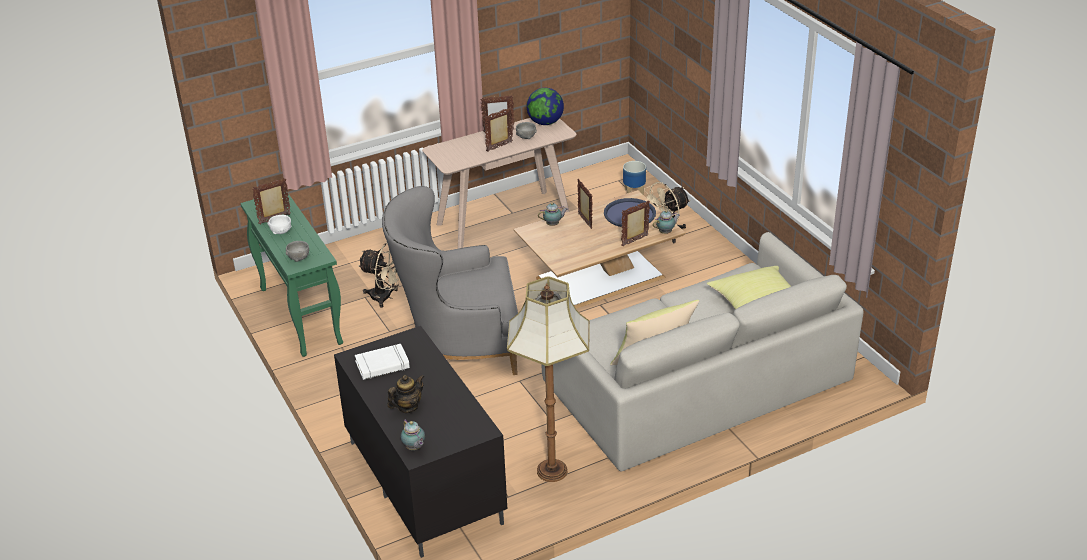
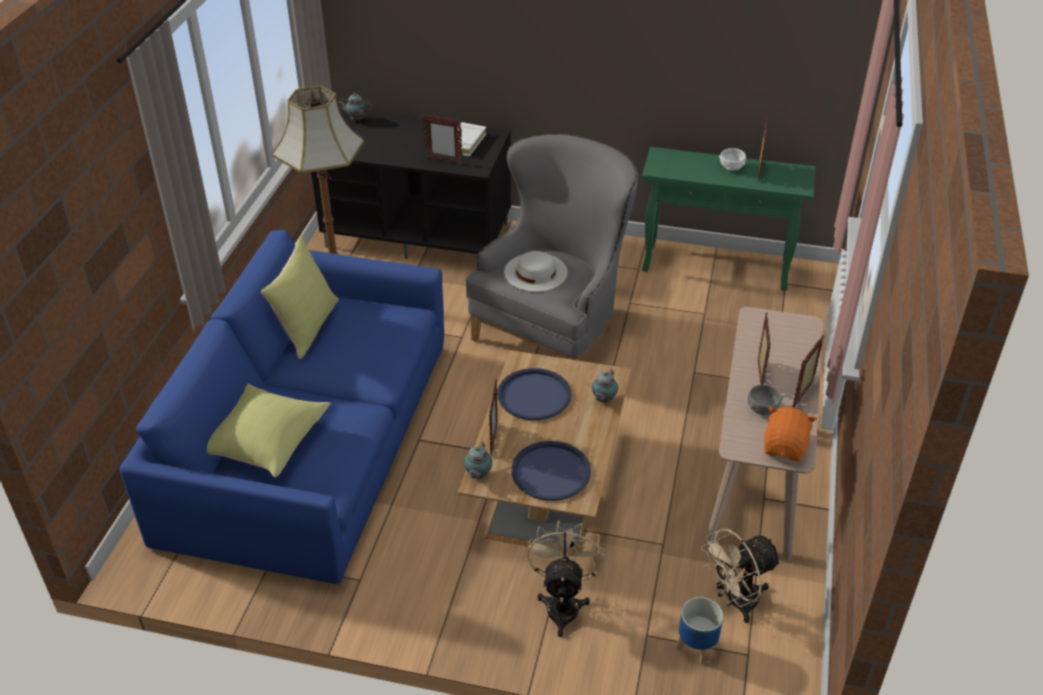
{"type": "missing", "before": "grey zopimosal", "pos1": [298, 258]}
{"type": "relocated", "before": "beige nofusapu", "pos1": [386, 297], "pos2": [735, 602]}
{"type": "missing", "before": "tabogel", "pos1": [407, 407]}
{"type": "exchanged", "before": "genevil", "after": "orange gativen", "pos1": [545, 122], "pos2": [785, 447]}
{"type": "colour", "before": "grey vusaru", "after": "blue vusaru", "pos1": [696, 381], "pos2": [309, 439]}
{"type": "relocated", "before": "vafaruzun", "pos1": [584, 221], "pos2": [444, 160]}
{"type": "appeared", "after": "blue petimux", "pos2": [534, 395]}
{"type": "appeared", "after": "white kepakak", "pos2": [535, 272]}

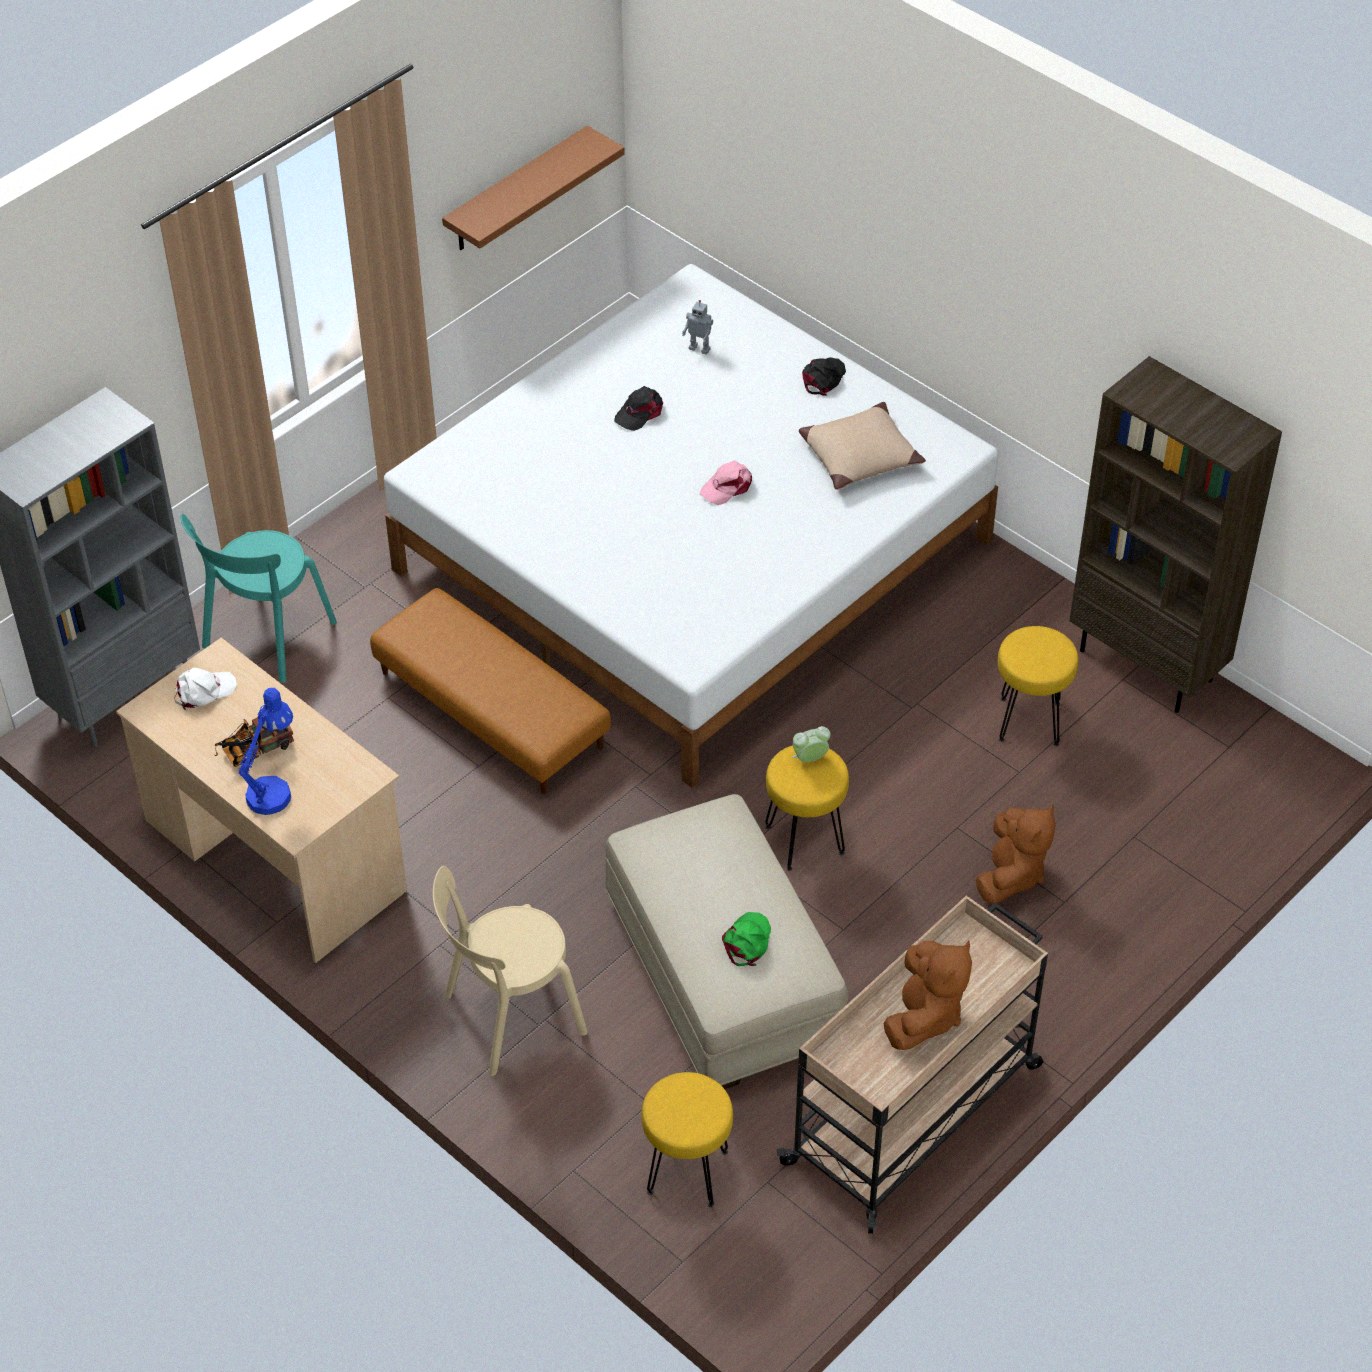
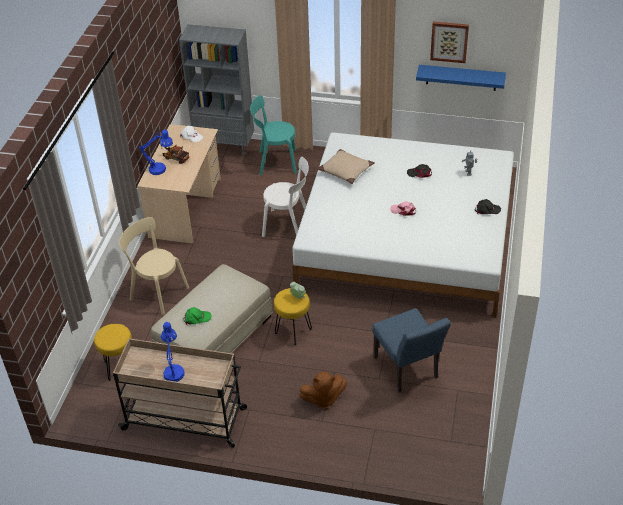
{"type": "exchanged", "before": "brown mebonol", "after": "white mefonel", "pos1": [492, 709], "pos2": [288, 225]}
{"type": "colour", "before": "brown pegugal", "after": "blue pegugal", "pos1": [517, 191], "pos2": [461, 77]}
{"type": "relocated", "before": "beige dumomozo", "pos1": [859, 456], "pos2": [346, 171]}
{"type": "exchanged", "before": "brown gativen", "after": "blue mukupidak", "pos1": [924, 1016], "pos2": [174, 370]}
{"type": "exchanged", "before": "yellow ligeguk", "after": "blue mefonel", "pos1": [1030, 722], "pos2": [408, 371]}
{"type": "missing", "before": "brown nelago", "pos1": [1147, 665]}
{"type": "appeared", "after": "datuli", "pos2": [449, 41]}

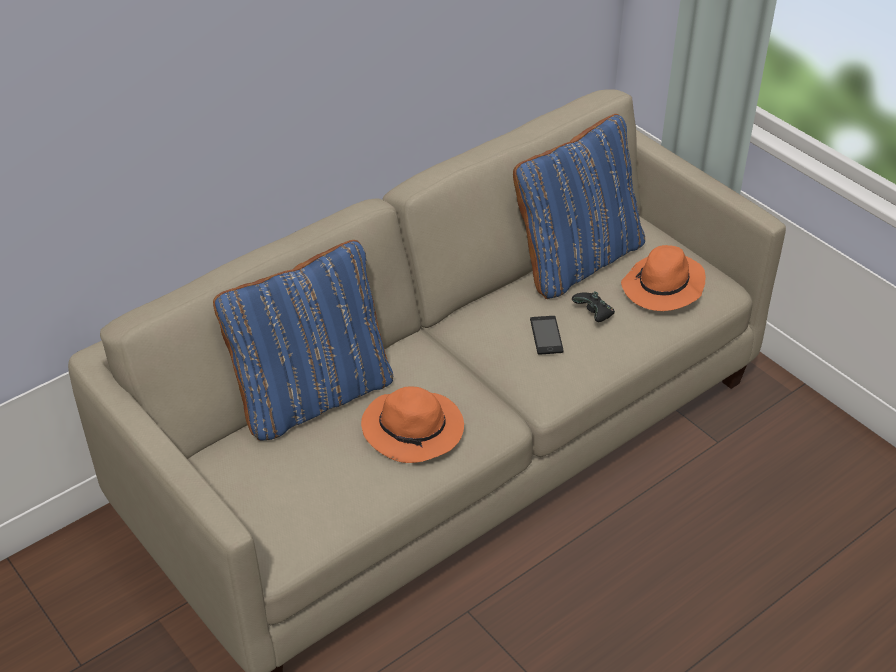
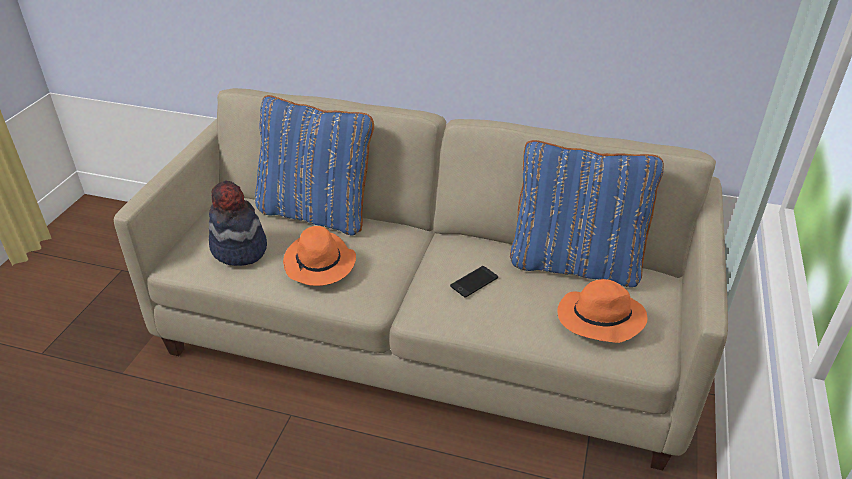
{"type": "missing", "before": "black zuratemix", "pos1": [594, 315]}
{"type": "appeared", "after": "kepakak", "pos2": [239, 249]}

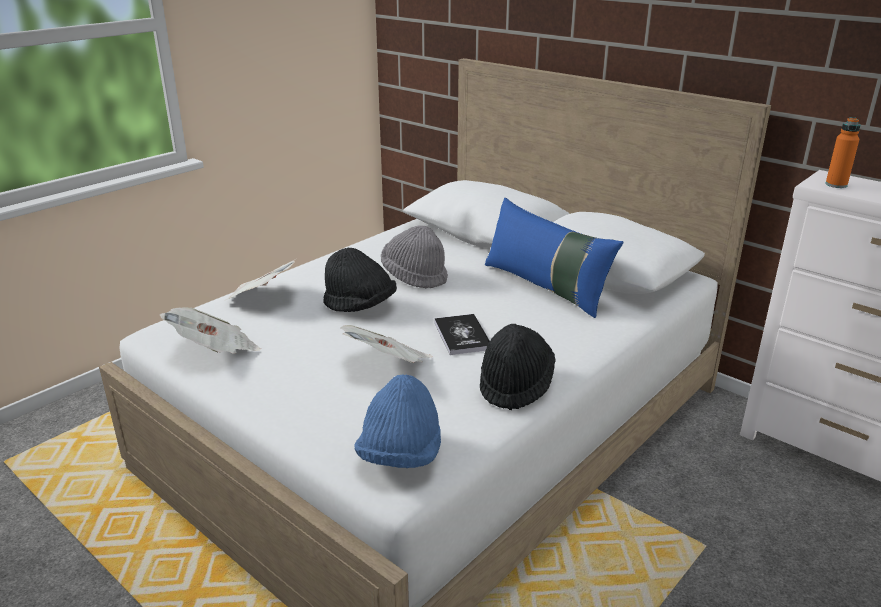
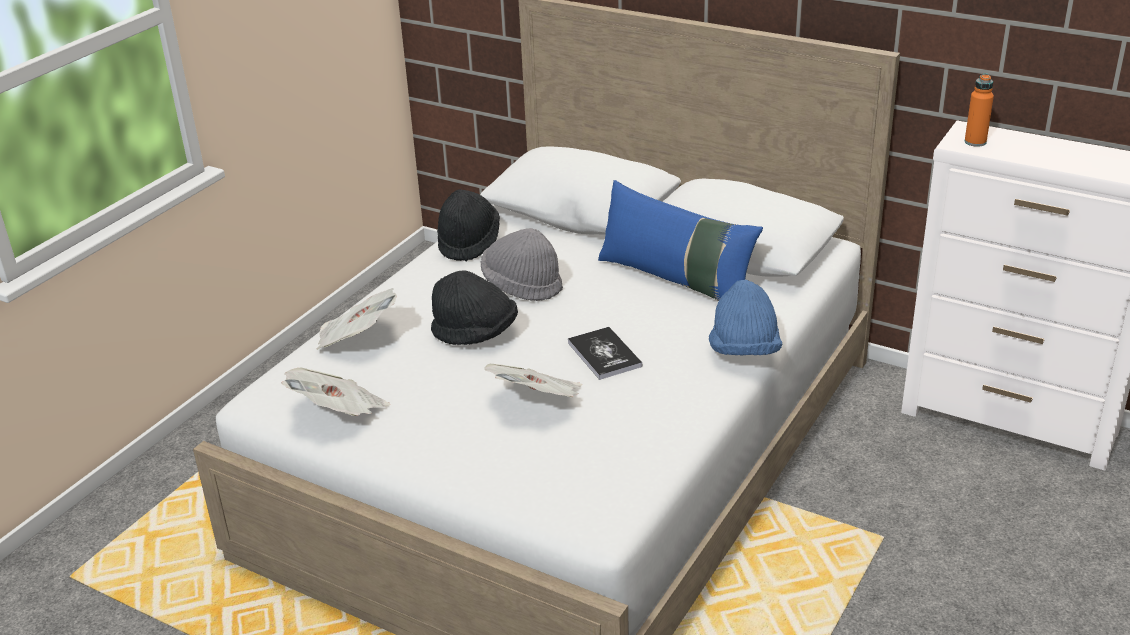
{"type": "relocated", "before": "blue kepakak", "pos1": [400, 456], "pos2": [744, 351]}
{"type": "relocated", "before": "black kepakak", "pos1": [515, 385], "pos2": [468, 242]}

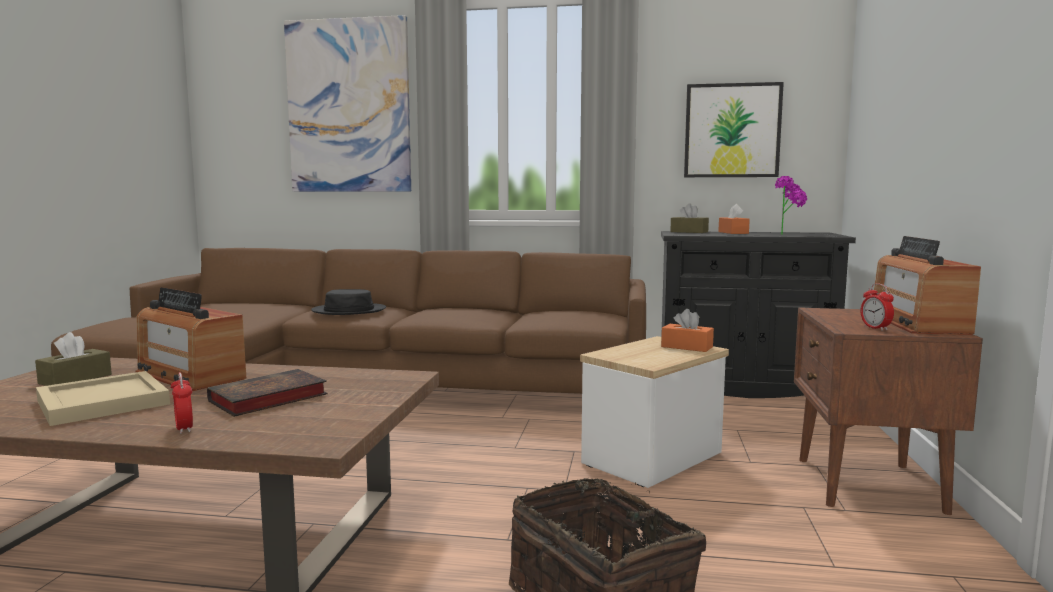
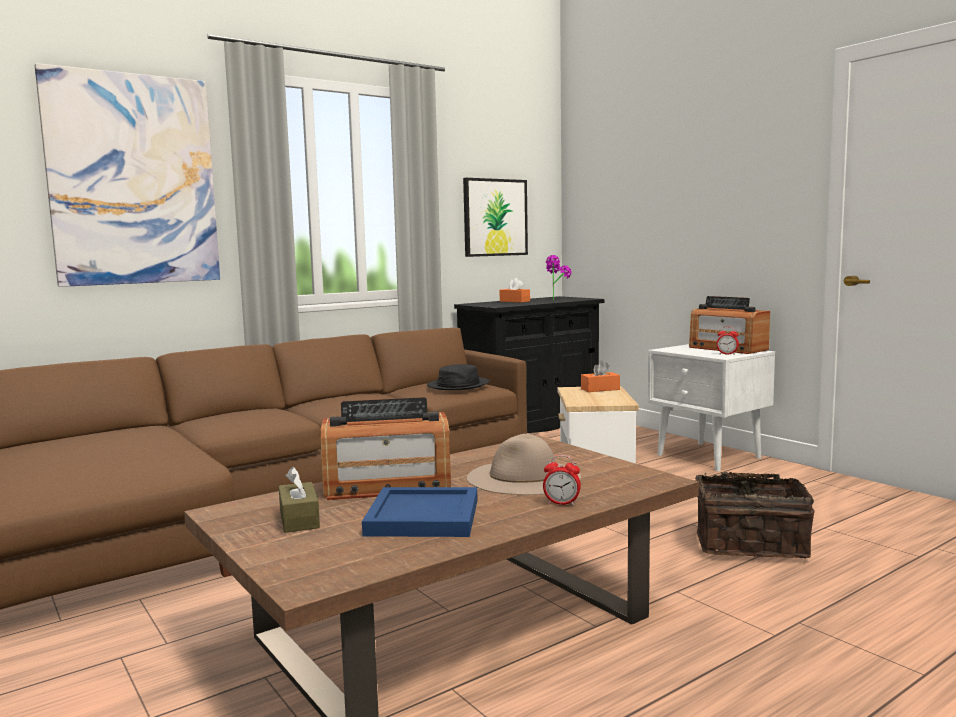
{"type": "colour", "before": "beige petimux", "after": "blue petimux", "pos1": [101, 403], "pos2": [424, 517]}
{"type": "exchanged", "before": "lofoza", "after": "beige kepakak", "pos1": [266, 399], "pos2": [523, 477]}
{"type": "relocated", "before": "black kepakak", "pos1": [349, 310], "pos2": [458, 385]}
{"type": "missing", "before": "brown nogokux", "pos1": [689, 232]}
{"type": "colour", "before": "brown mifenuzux", "after": "white mifenuzux", "pos1": [867, 485], "pos2": [709, 456]}

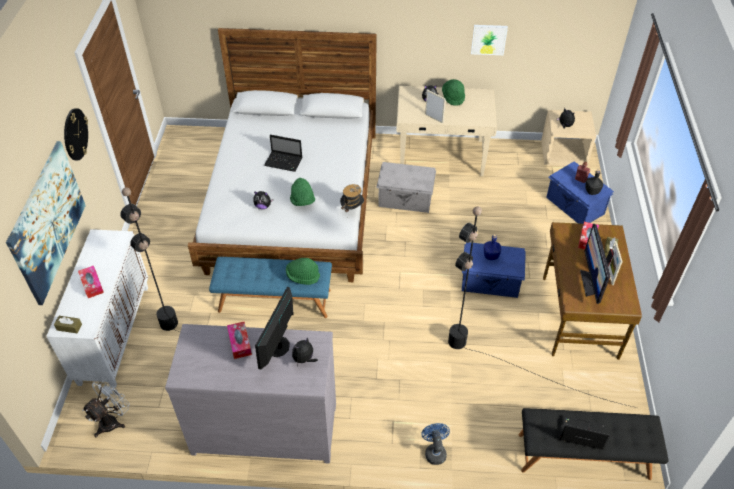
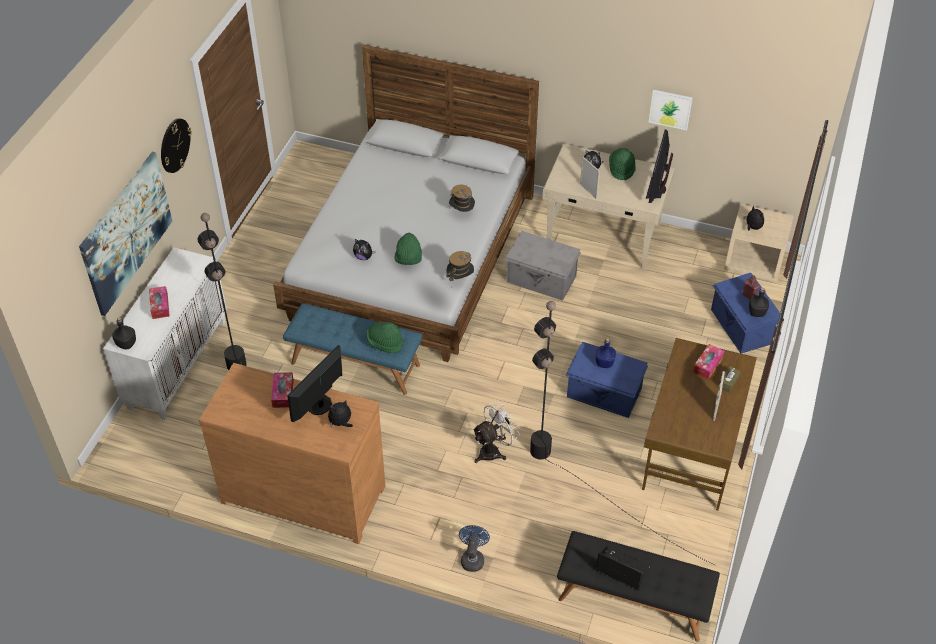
{"type": "exchanged", "before": "brown nogokux", "after": "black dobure", "pos1": [69, 327], "pos2": [127, 344]}
{"type": "relocated", "before": "white nofusapu", "pos1": [113, 420], "pos2": [493, 450]}
{"type": "colour", "before": "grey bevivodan", "after": "brown bevivodan", "pos1": [265, 425], "pos2": [304, 491]}
{"type": "missing", "before": "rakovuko", "pos1": [284, 162]}
{"type": "relocated", "before": "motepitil", "pos1": [591, 283], "pos2": [656, 189]}
{"type": "appeared", "after": "kepakak", "pos2": [461, 212]}

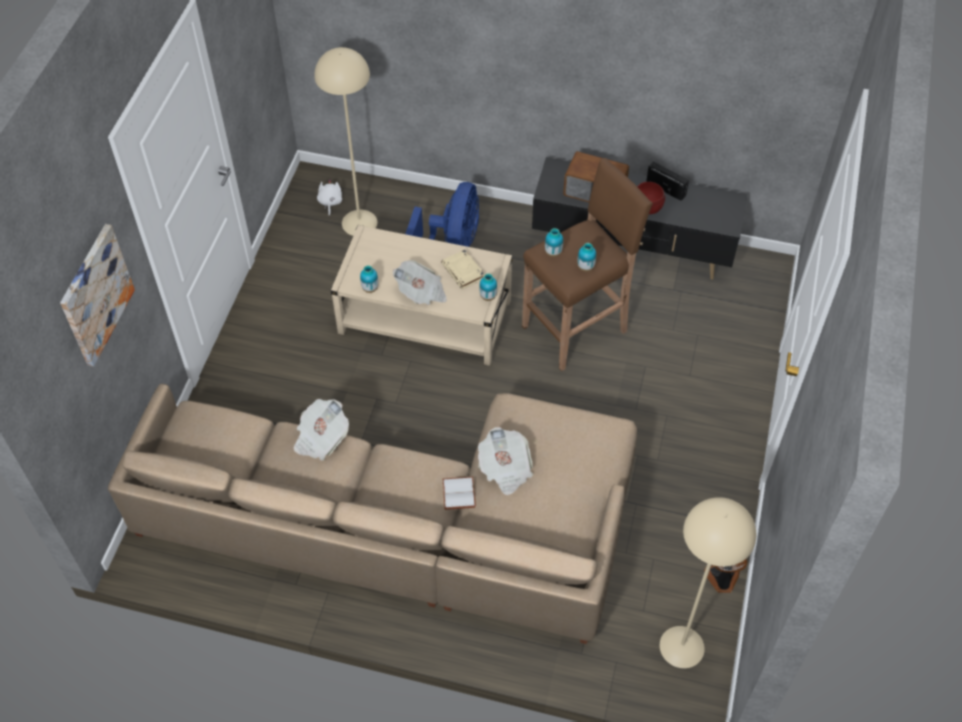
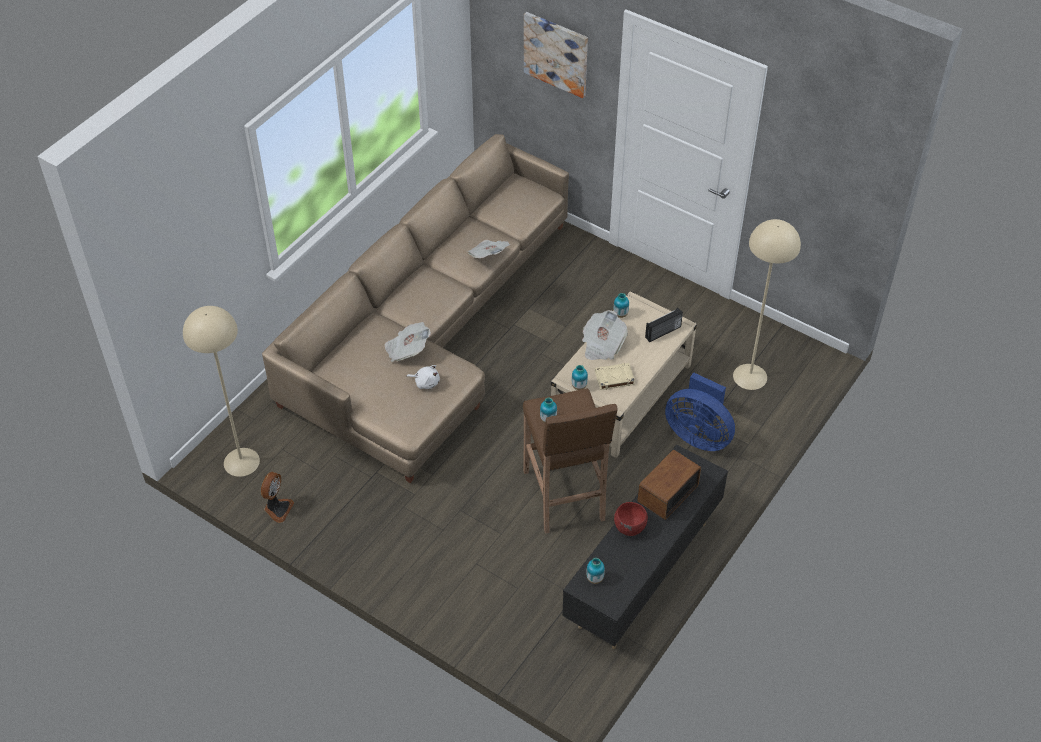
{"type": "relocated", "before": "white gativen", "pos1": [330, 202], "pos2": [426, 382]}
{"type": "missing", "before": "white lofoza", "pos1": [460, 494]}
{"type": "relocated", "before": "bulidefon", "pos1": [553, 253], "pos2": [595, 579]}
{"type": "relocated", "before": "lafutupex", "pos1": [666, 189], "pos2": [663, 332]}

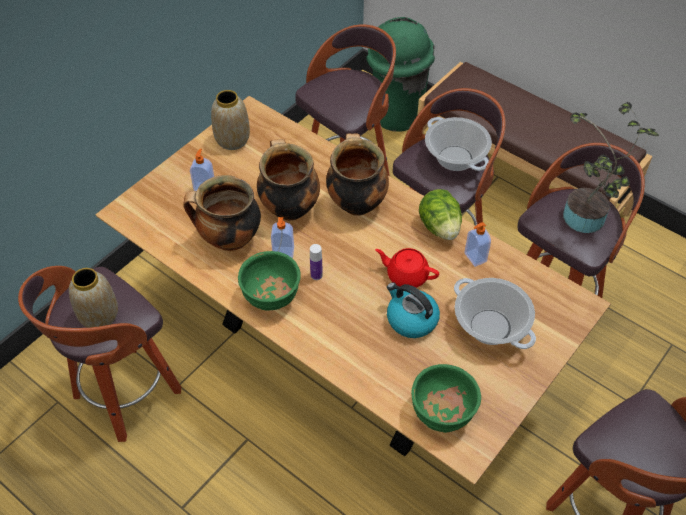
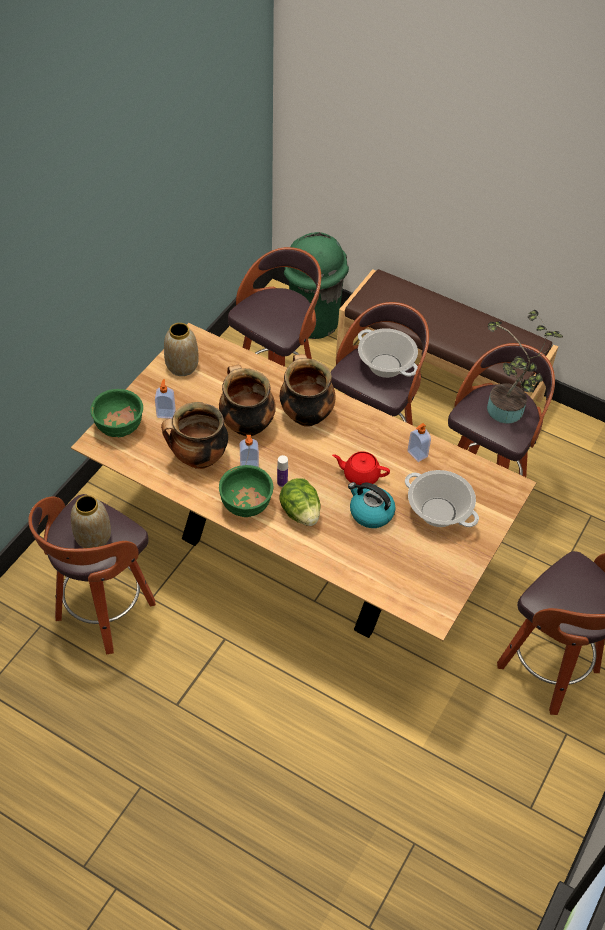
{"type": "relocated", "before": "green zopimosal", "pos1": [443, 413], "pos2": [120, 427]}
{"type": "relocated", "before": "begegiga", "pos1": [439, 227], "pos2": [300, 512]}

